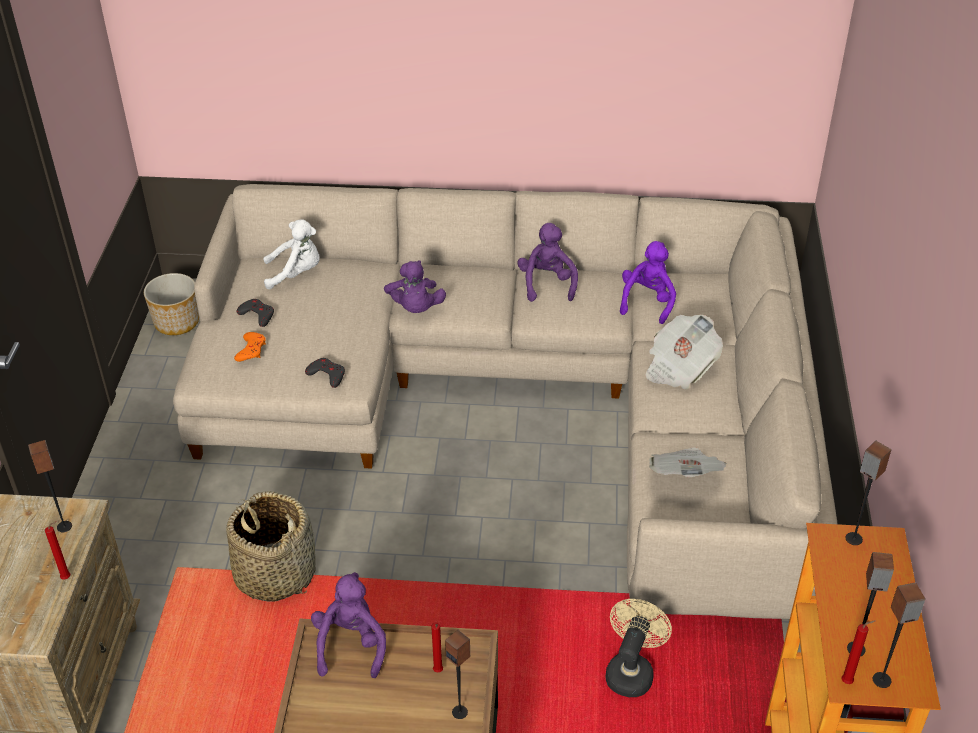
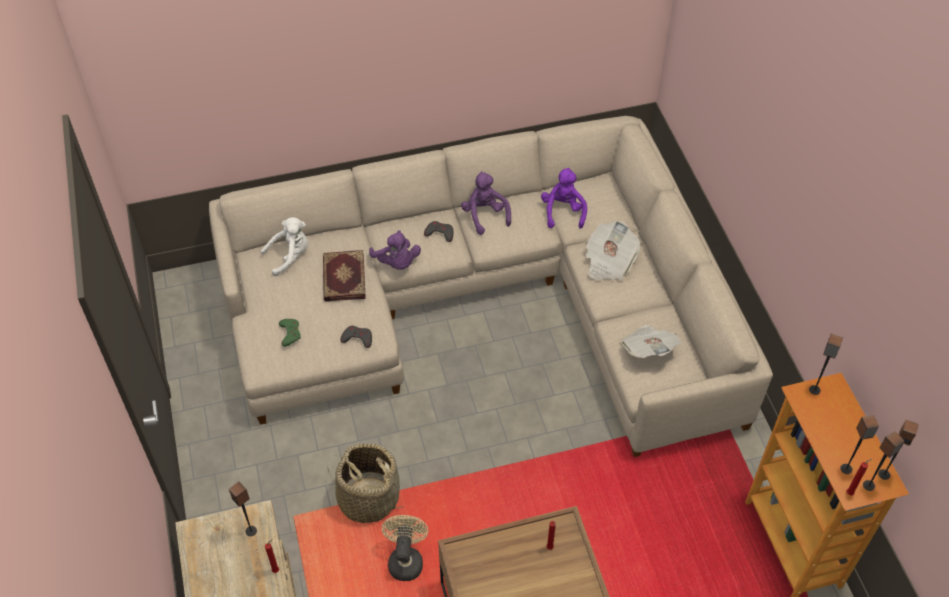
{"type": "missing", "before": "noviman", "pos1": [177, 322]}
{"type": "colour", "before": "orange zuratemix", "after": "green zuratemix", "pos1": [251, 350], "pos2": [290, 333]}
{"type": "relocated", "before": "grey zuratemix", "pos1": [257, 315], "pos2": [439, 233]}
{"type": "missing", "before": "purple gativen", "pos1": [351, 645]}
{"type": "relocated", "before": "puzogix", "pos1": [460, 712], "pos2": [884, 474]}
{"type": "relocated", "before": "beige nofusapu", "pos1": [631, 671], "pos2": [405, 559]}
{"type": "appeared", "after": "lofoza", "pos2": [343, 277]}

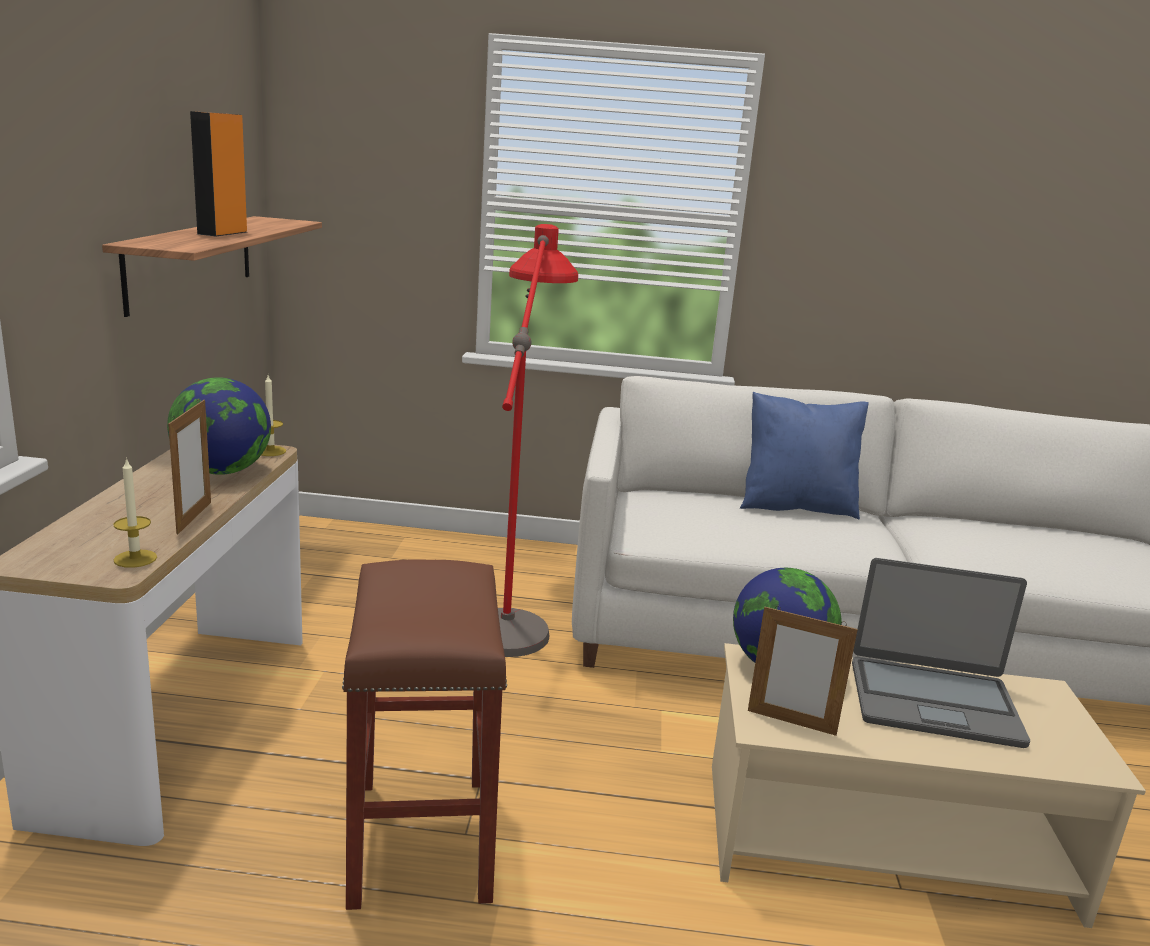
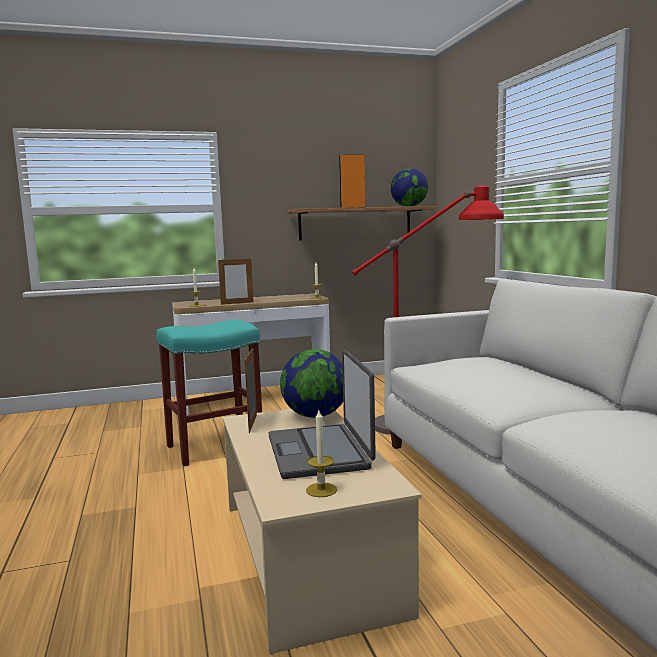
{"type": "relocated", "before": "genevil", "pos1": [222, 471], "pos2": [409, 206]}
{"type": "colour", "before": "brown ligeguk", "after": "turquoise ligeguk", "pos1": [423, 841], "pos2": [213, 447]}
{"type": "missing", "before": "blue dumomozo", "pos1": [796, 506]}
{"type": "appeared", "after": "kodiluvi", "pos2": [321, 490]}

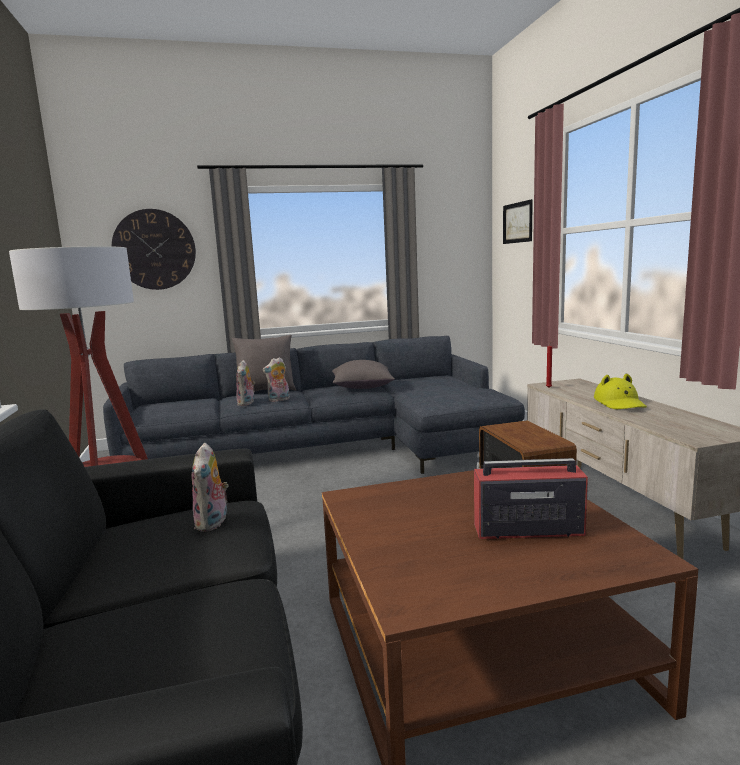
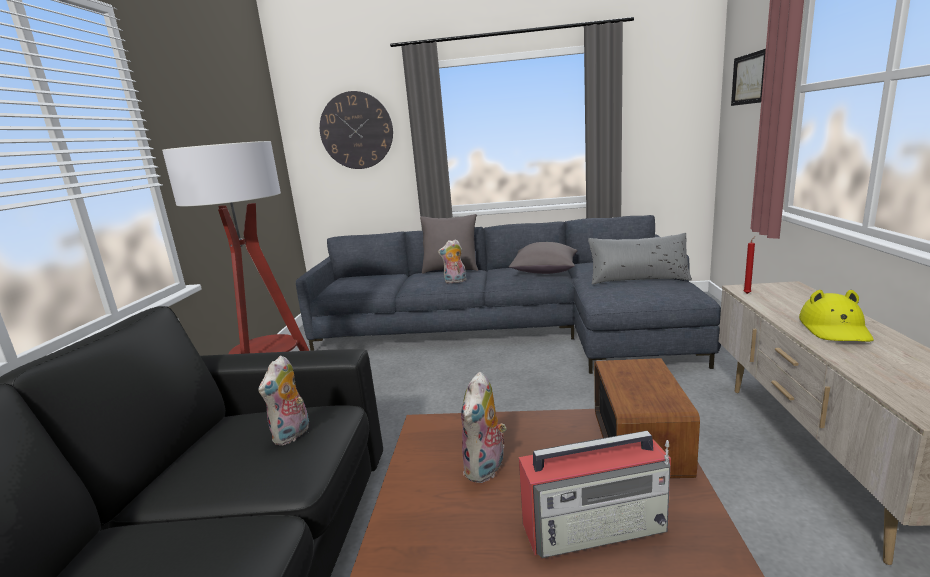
{"type": "relocated", "before": "gativen", "pos1": [247, 403], "pos2": [486, 469]}
{"type": "spun", "before": "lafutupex", "pos1": [526, 529], "pos2": [596, 526], "turn": 150}
{"type": "appeared", "after": "grey dumomozo", "pos2": [638, 279]}

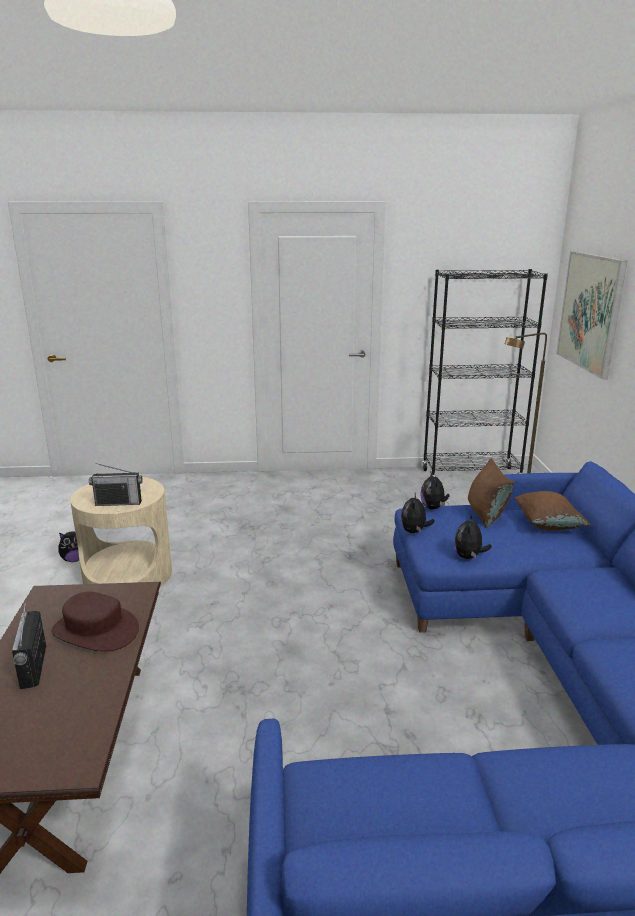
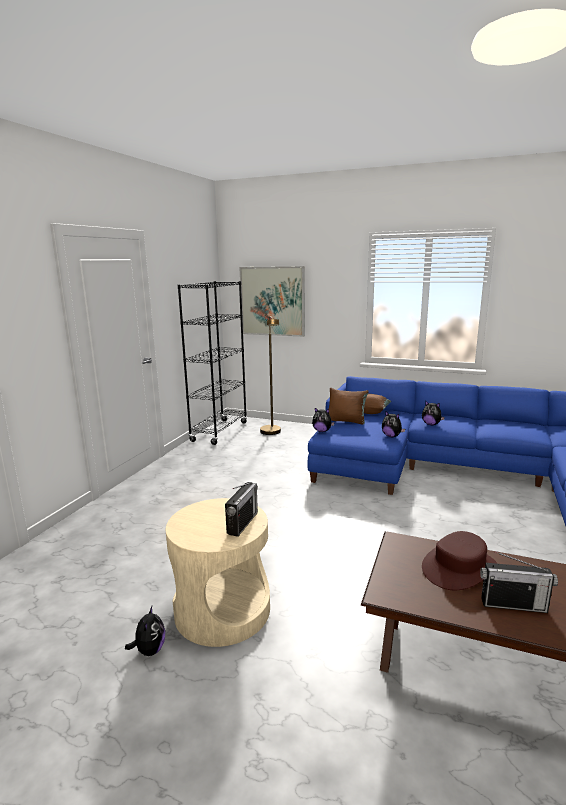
{"type": "relocated", "before": "gativen", "pos1": [414, 531], "pos2": [431, 424]}

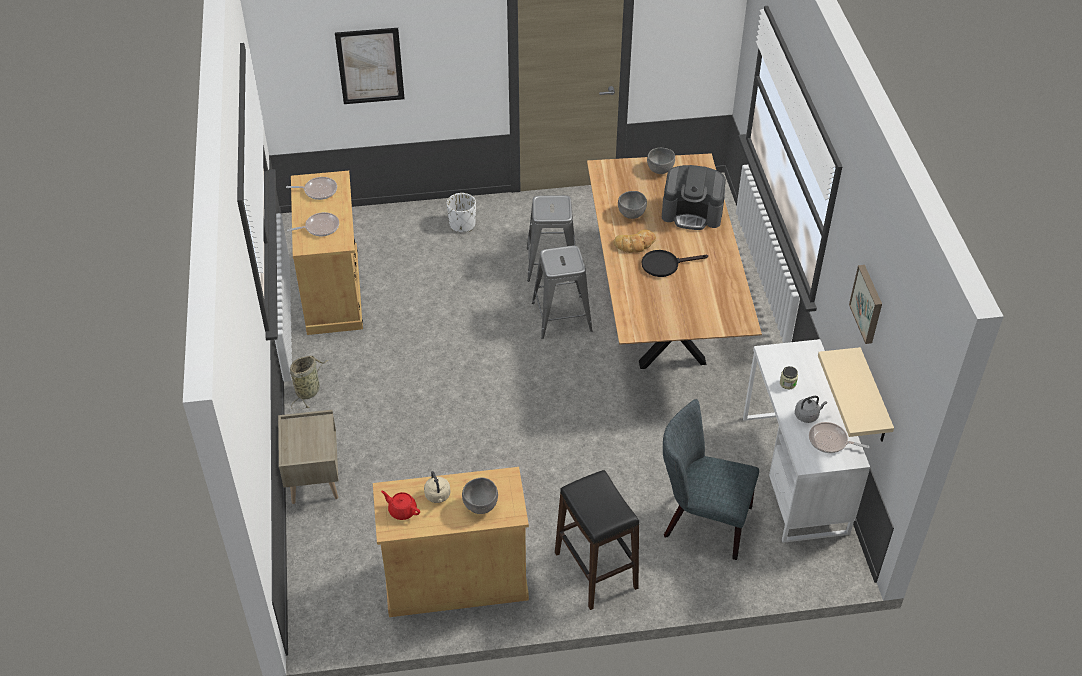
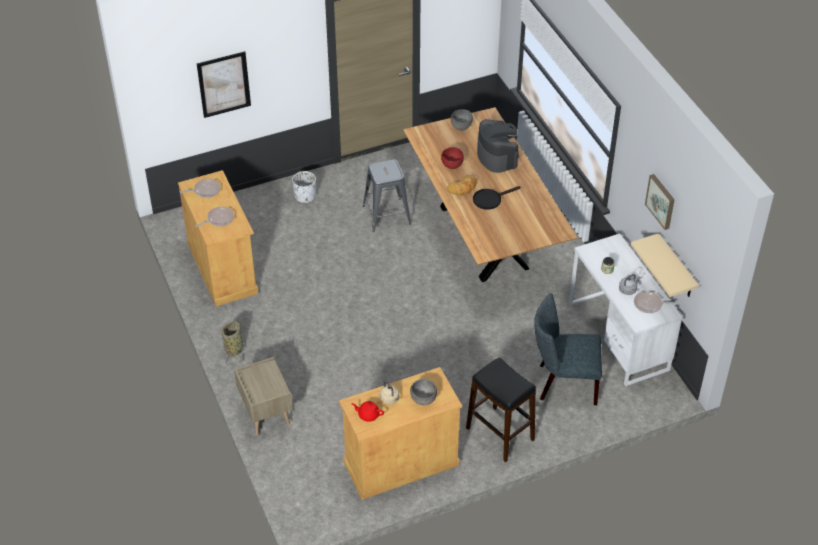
{"type": "missing", "before": "grey ligeguk", "pos1": [561, 317]}
{"type": "colour", "before": "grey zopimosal", "after": "red zopimosal", "pos1": [631, 214], "pos2": [452, 165]}
{"type": "spun", "before": "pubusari", "pos1": [692, 213], "pos2": [497, 156], "turn": -105}

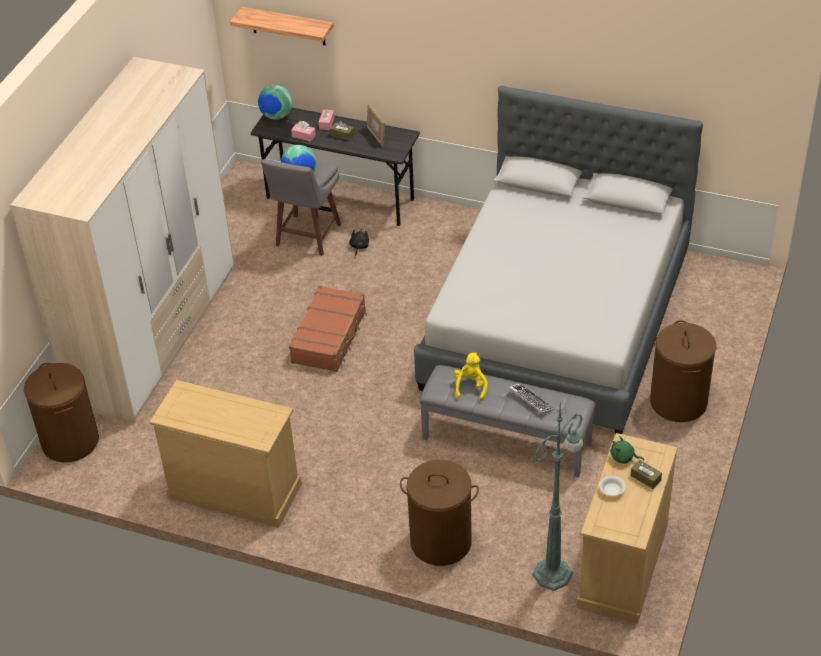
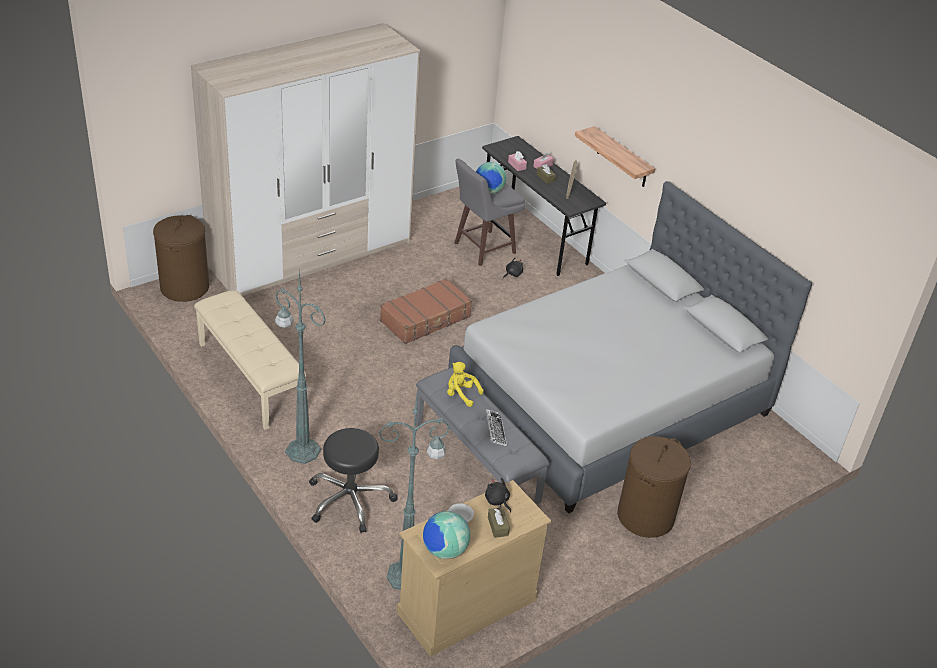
{"type": "exchanged", "before": "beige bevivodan", "after": "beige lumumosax", "pos1": [235, 490], "pos2": [249, 378]}
{"type": "relocated", "before": "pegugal", "pos1": [288, 26], "pos2": [622, 158]}
{"type": "relocated", "before": "genevil", "pos1": [276, 116], "pos2": [444, 550]}
{"type": "exchanged", "before": "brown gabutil", "after": "black ligeguk", "pos1": [441, 541], "pos2": [349, 499]}
{"type": "spun", "before": "yellow gativen", "pos1": [471, 387], "pos2": [461, 394], "turn": -105}
{"type": "colour", "before": "green gativen", "after": "black gativen", "pos1": [624, 458], "pos2": [497, 501]}
{"type": "appeared", "after": "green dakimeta", "pos2": [301, 450]}

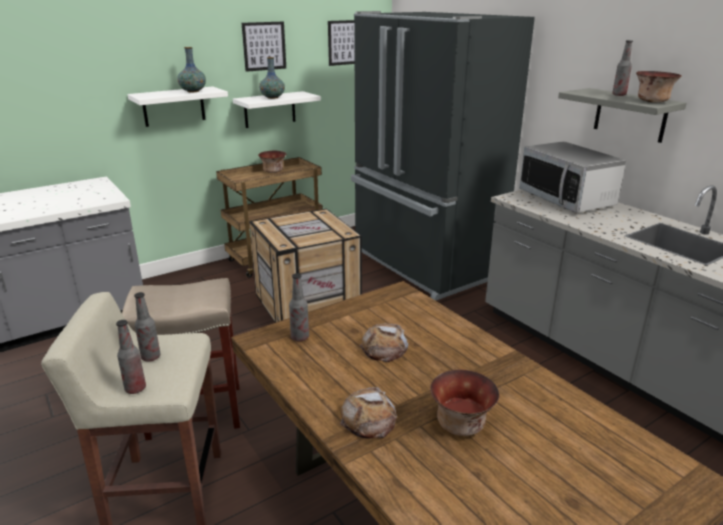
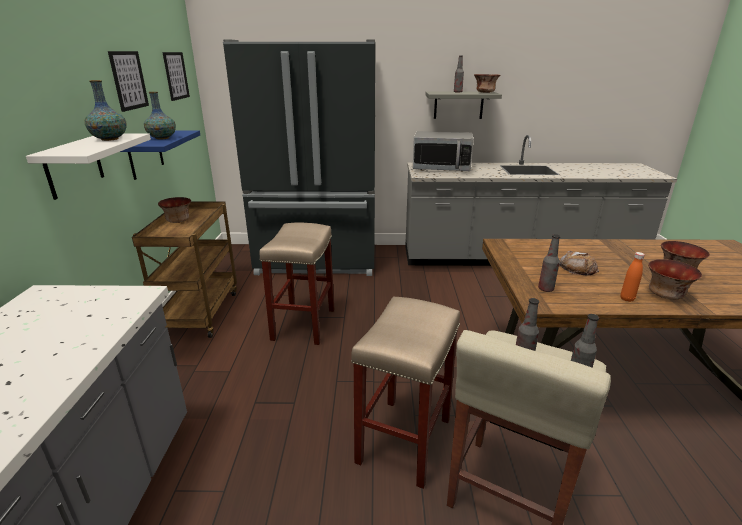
{"type": "colour", "before": "white pegugal", "after": "blue pegugal", "pos1": [269, 109], "pos2": [145, 154]}
{"type": "exchanged", "before": "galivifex", "after": "beige ligeguk", "pos1": [308, 303], "pos2": [303, 323]}
{"type": "exchanged", "before": "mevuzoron", "after": "zopimosal", "pos1": [369, 419], "pos2": [665, 295]}
{"type": "appeared", "after": "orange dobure", "pos2": [627, 299]}

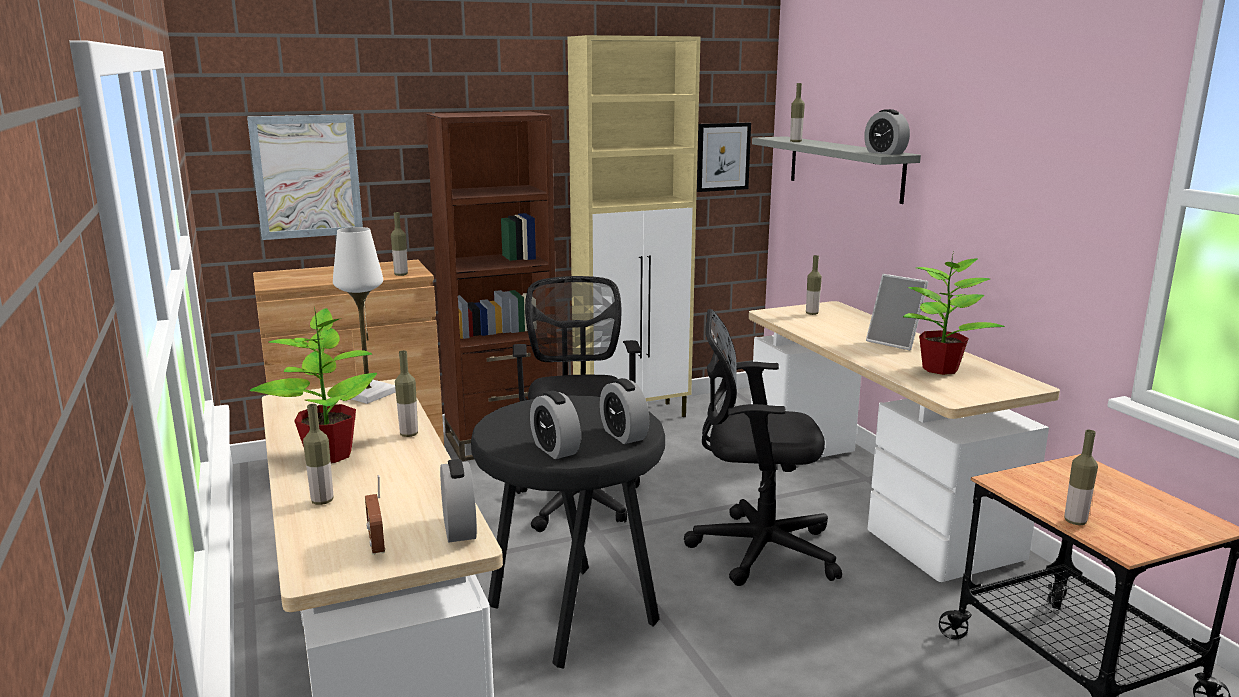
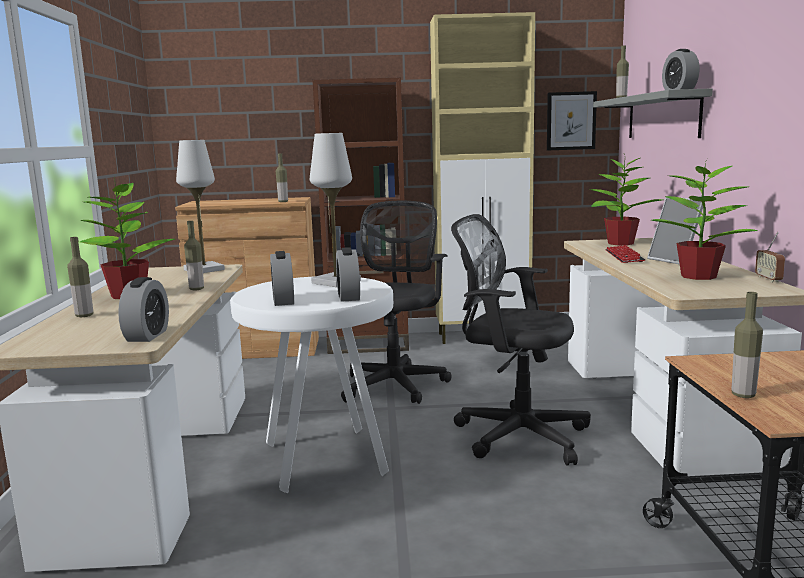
{"type": "missing", "before": "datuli", "pos1": [307, 176]}
{"type": "relocated", "before": "lafutupex", "pos1": [377, 544], "pos2": [768, 279]}
{"type": "colour", "before": "black ligeguk", "after": "white ligeguk", "pos1": [572, 618], "pos2": [323, 461]}
{"type": "exchanged", "before": "dobure", "after": "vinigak", "pos1": [812, 313], "pos2": [619, 243]}
{"type": "appeared", "after": "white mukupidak", "pos2": [336, 282]}
{"type": "appeared", "after": "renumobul", "pos2": [624, 256]}

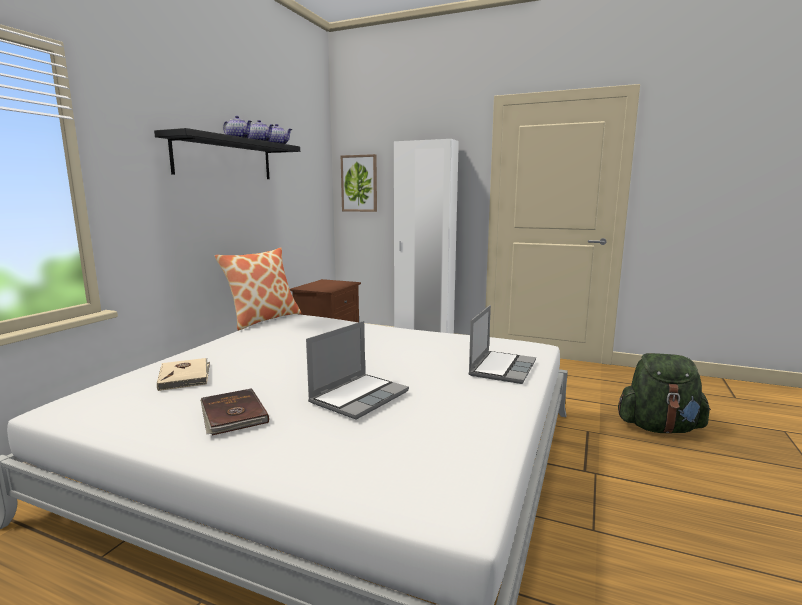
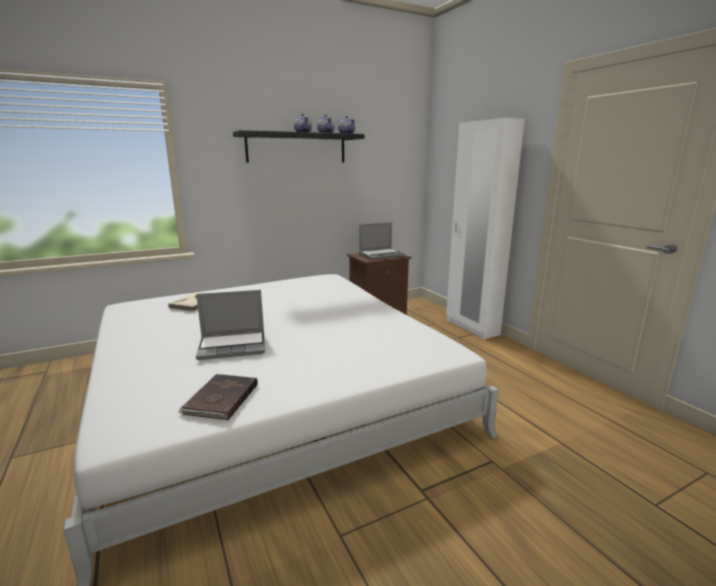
{"type": "relocated", "before": "brown lofoza", "pos1": [232, 415], "pos2": [220, 399]}
{"type": "missing", "before": "dumomozo", "pos1": [263, 319]}
{"type": "missing", "before": "datuli", "pos1": [359, 183]}
{"type": "relocated", "before": "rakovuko", "pos1": [502, 368], "pos2": [381, 255]}
{"type": "missing", "before": "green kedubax", "pos1": [659, 428]}

